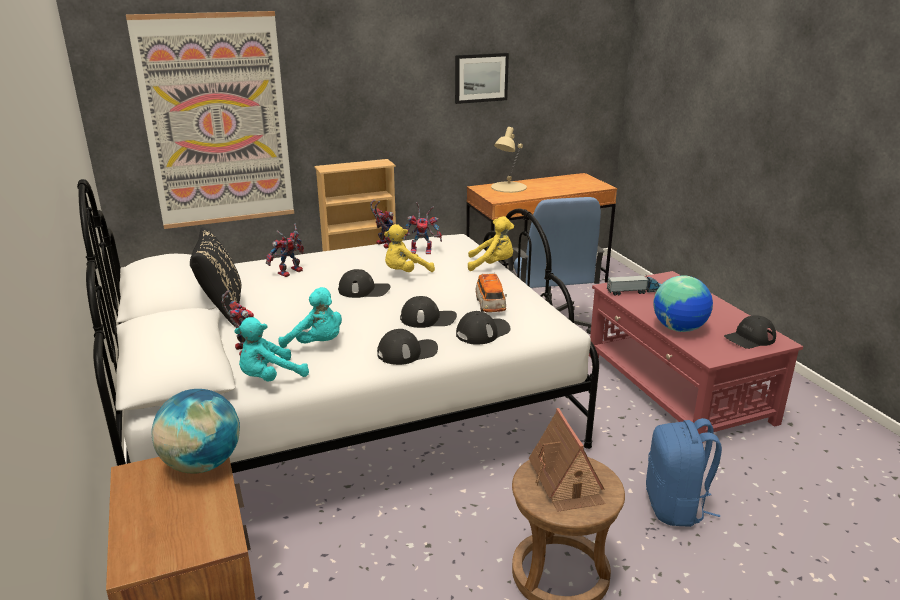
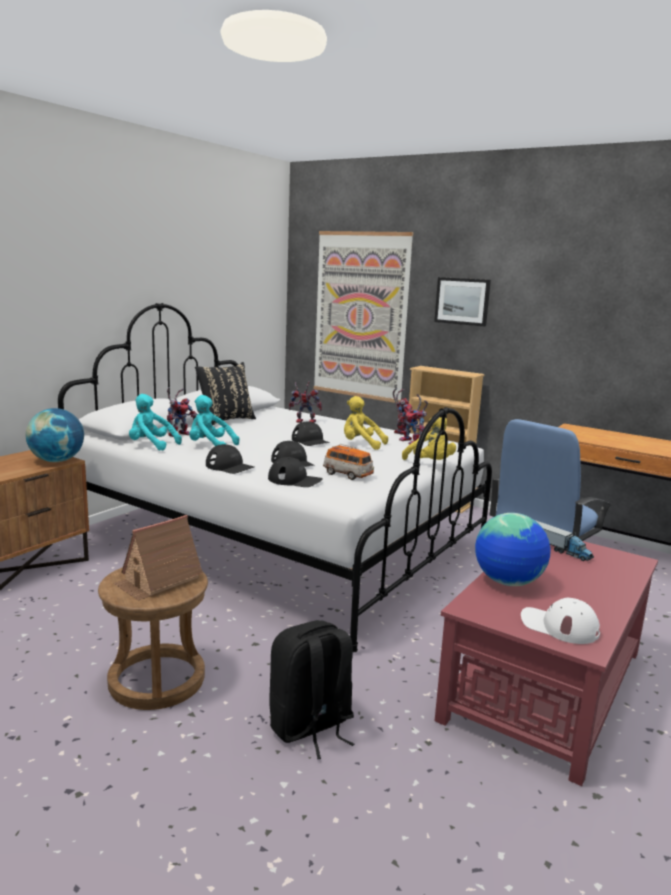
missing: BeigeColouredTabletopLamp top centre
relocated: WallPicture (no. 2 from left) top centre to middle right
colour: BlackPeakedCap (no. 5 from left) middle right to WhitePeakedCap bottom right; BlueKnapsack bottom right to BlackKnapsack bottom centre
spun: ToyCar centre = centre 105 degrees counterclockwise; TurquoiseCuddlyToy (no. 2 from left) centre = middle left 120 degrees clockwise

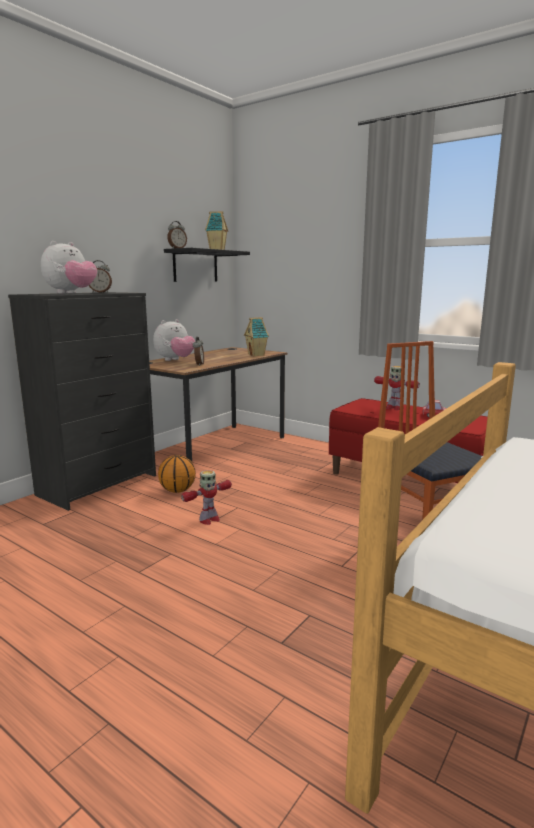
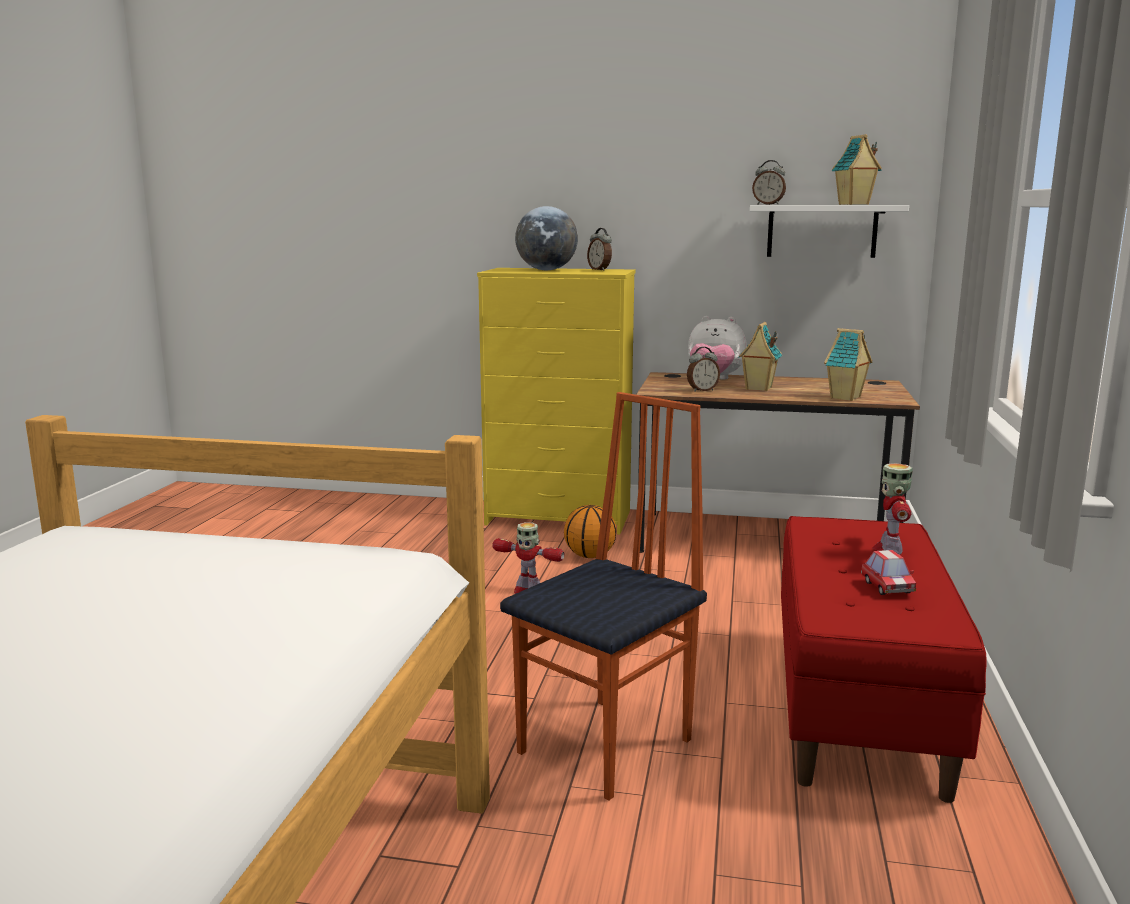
appeared: ModelHouse (no. 1 from left) middle right
exchanged: CuddlyToy (no. 1 from left) top left to DeskGlobe top centre
colour: BlackBracketShelf top centre to WhiteBracketShelf top right; BlackChestOfDrawers middle left to YellowColouredChestOfDrawers centre

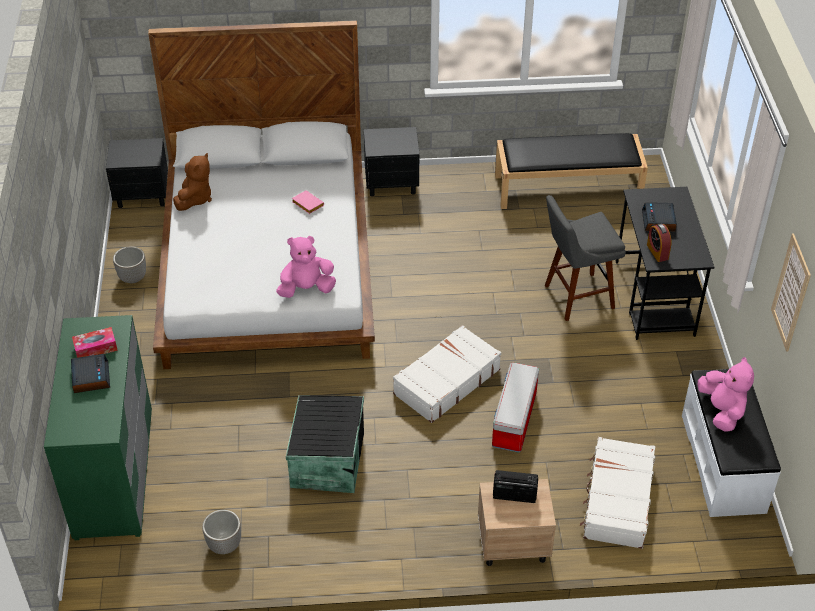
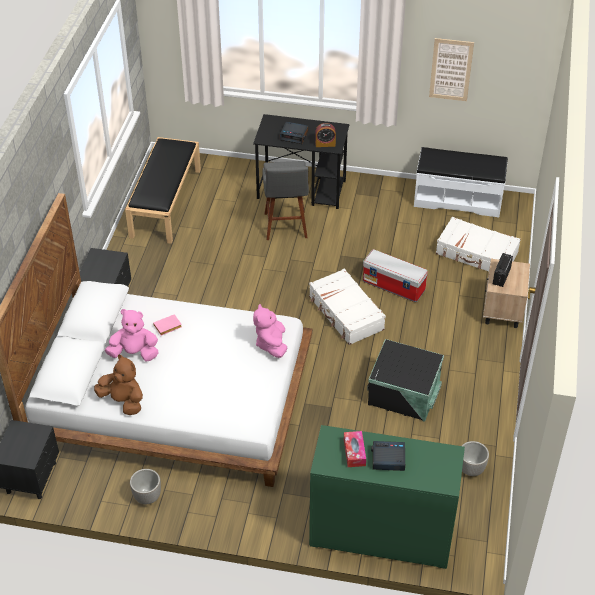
relocated: PinkishCuddlyToy (no. 2 from left in the first image) middle right to PinkishCuddlyToy (no. 1 from left) middle left

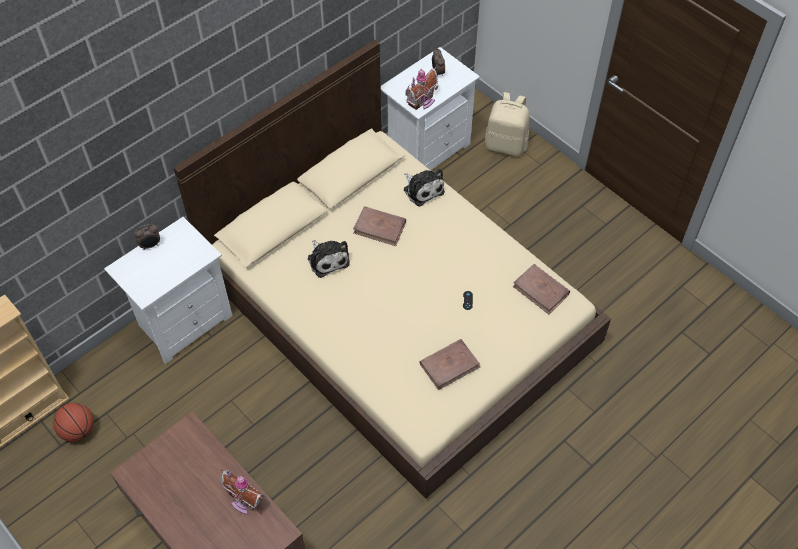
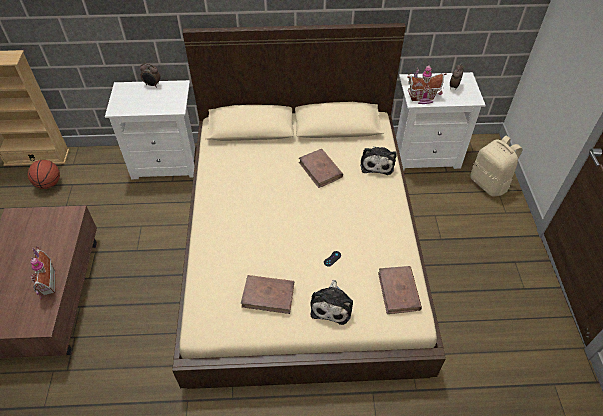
relocated: CuddlyToy (no. 1 from left) centre to bottom centre

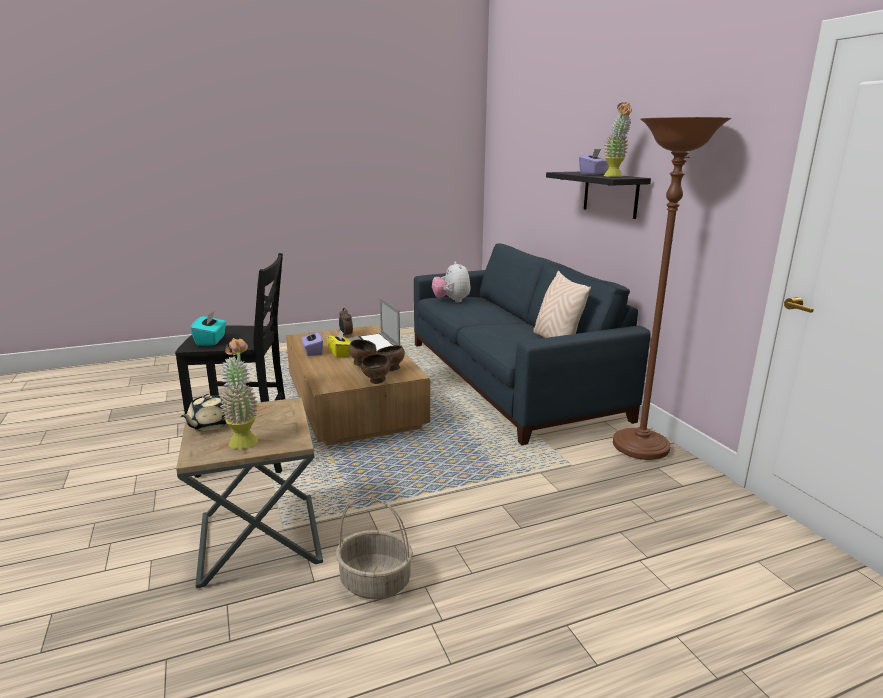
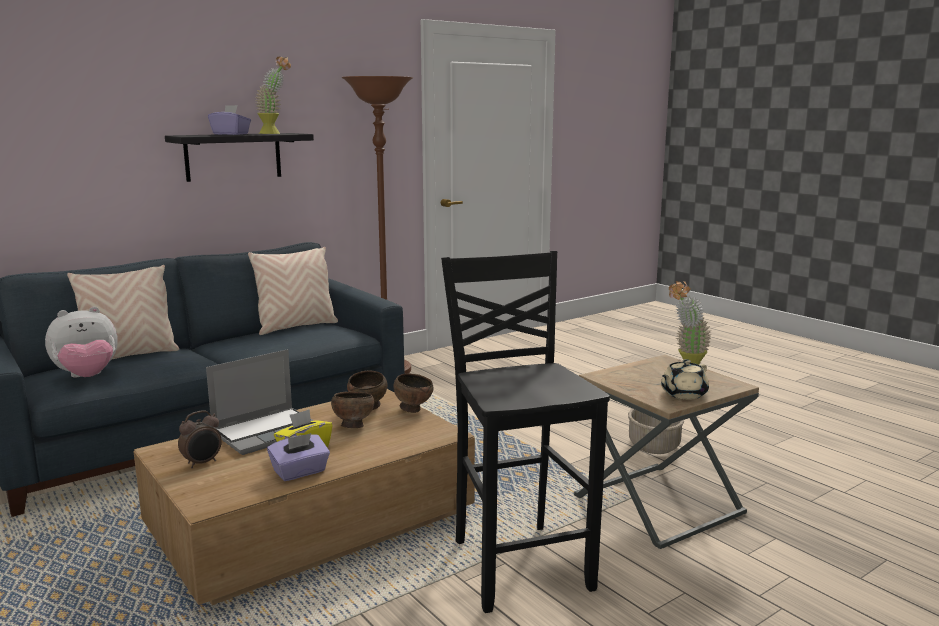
missing: TurquoiseTissueHolder middle left
appeared: BeigeColouredThrowPillow (no. 1 from left) middle left
spun: BeigeColouredTeapot middle left = middle right 135 degrees clockwise

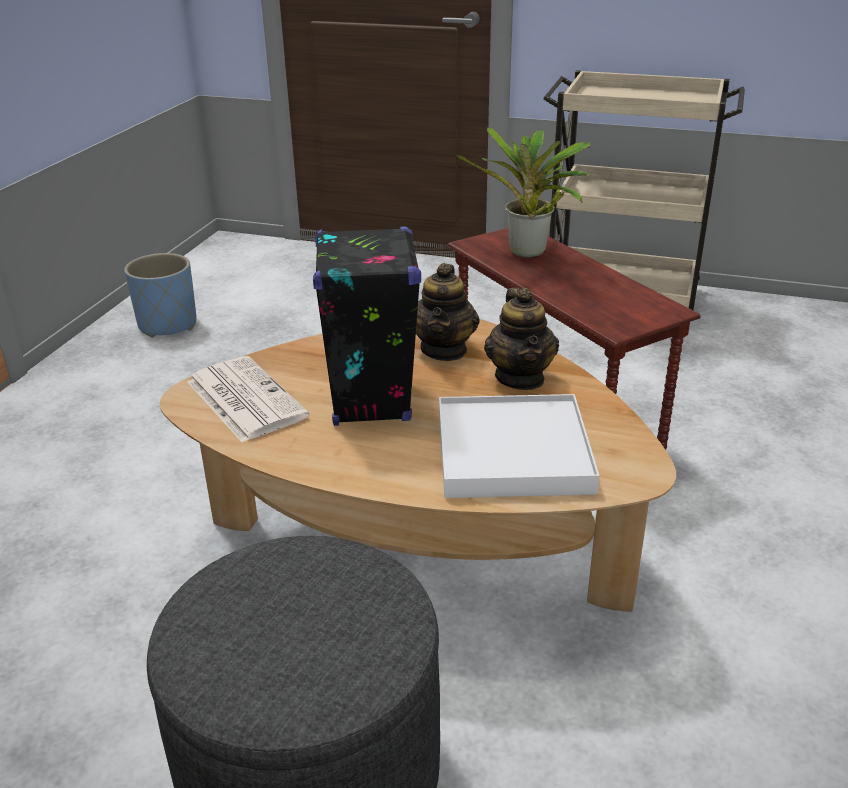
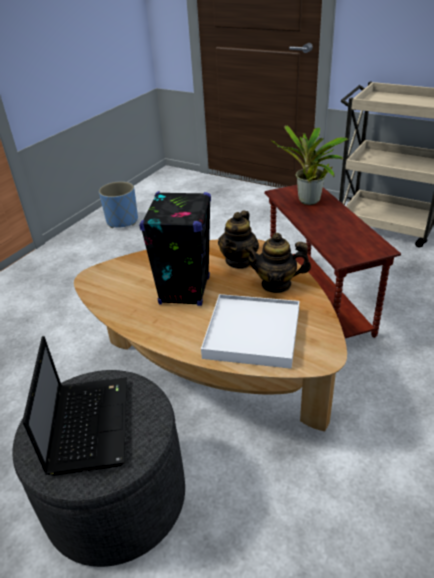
missing: Newspaper middle left
appeared: PortableComputer bottom left
spun: Teapot (no. 2 from left) centre = centre 90 degrees clockwise

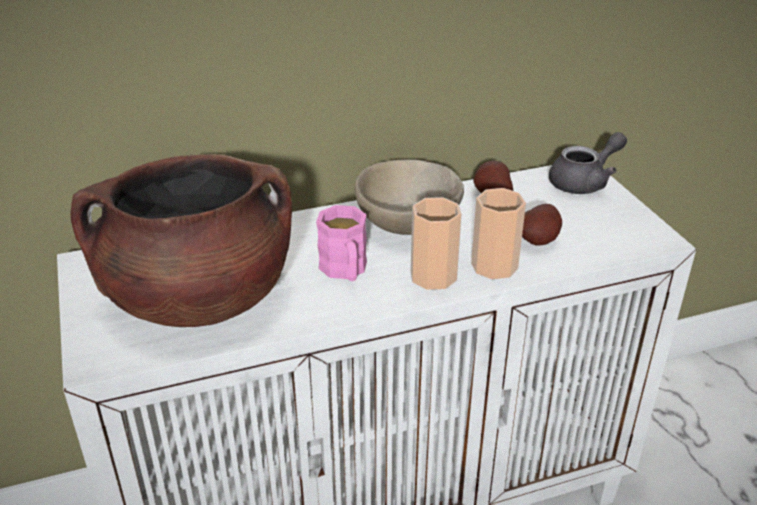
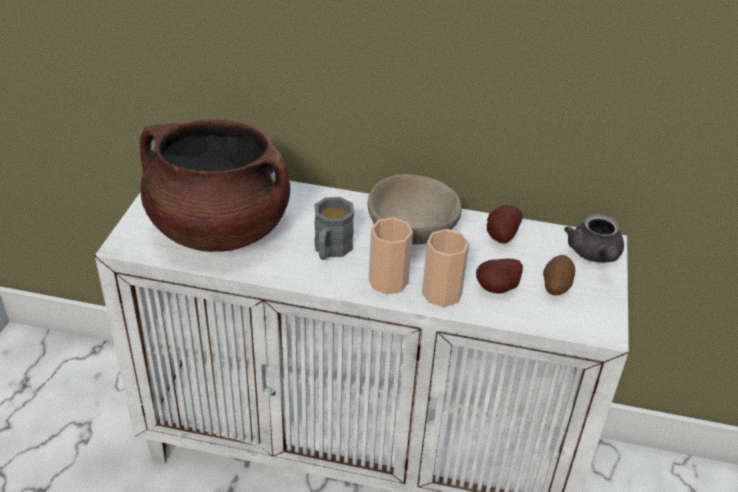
appeared: Potato (no. 3 from left) middle right
colour: PinkishMug centre to GreyMug centre
spun: GreyTeapot top right = middle right 90 degrees clockwise

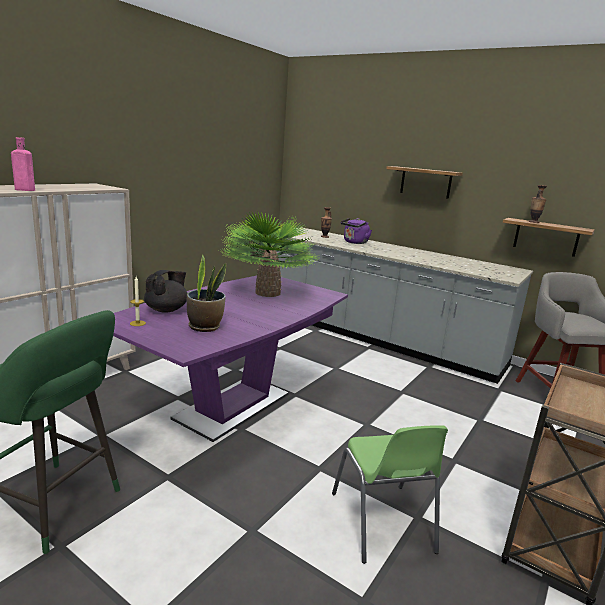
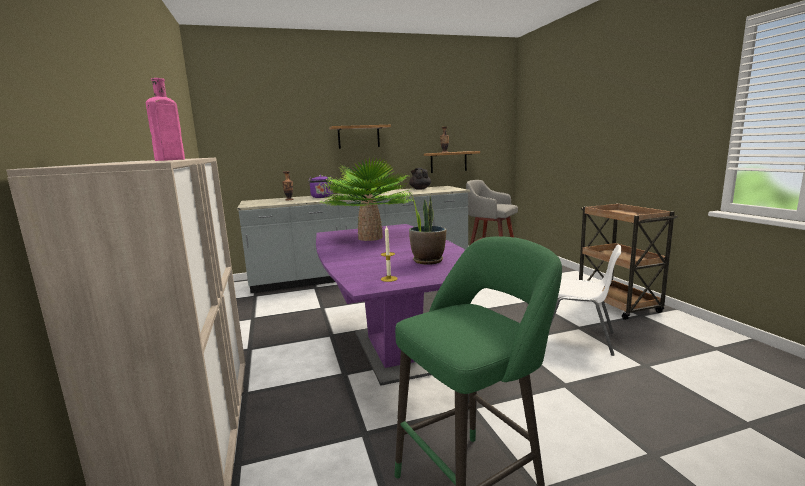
relocated: BlackTeapot middle left to centre
colour: GreenUprightChair bottom centre to WhiteUprightChair middle right

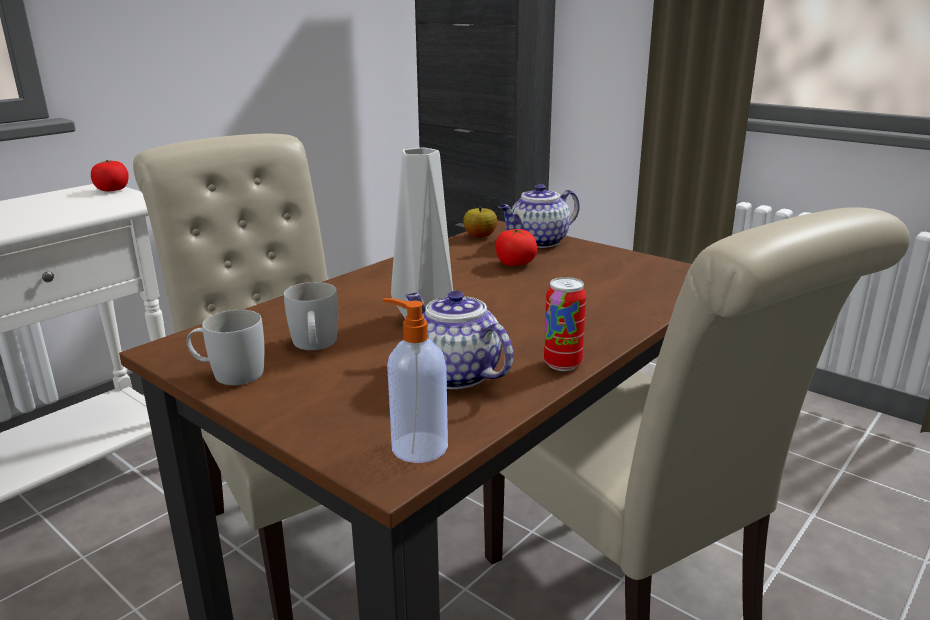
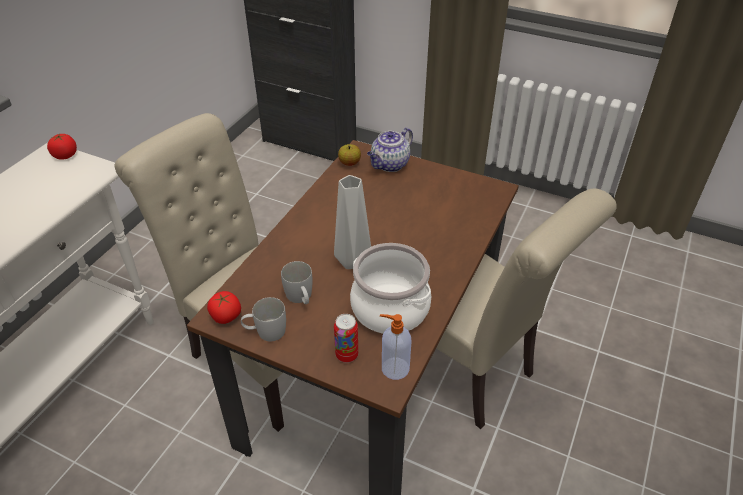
relocated: Tomato (no. 2 from left) centre to middle left; Can centre to bottom centre
exchanged: Teapot (no. 1 from left) centre to Stockpot centre

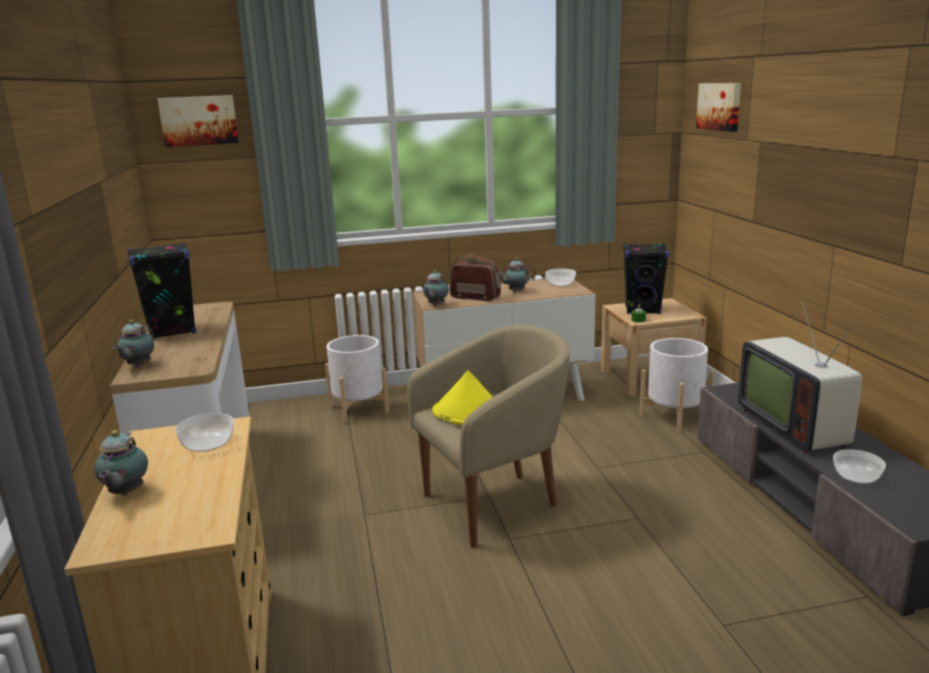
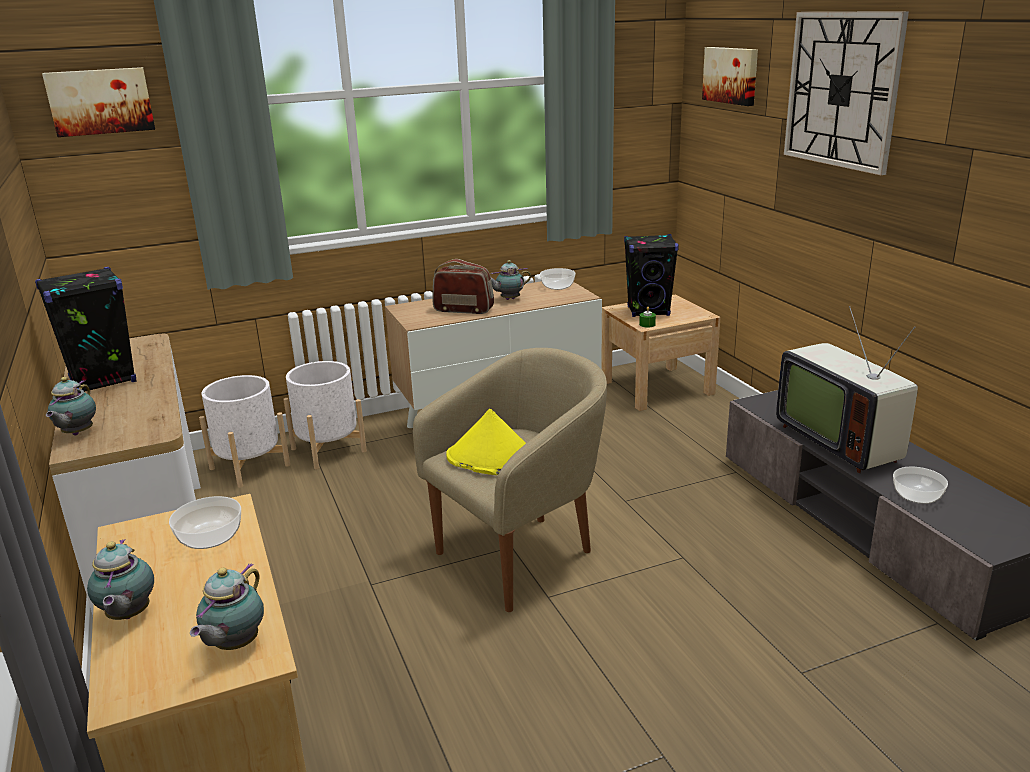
appeared: ClockOnTheWall top right
relocated: Teapot (no. 3 from left) centre to bottom left; WhiteFlowerPot (no. 2 from left in the first image) middle right to WhiteFlowerPot (no. 1 from left) middle left

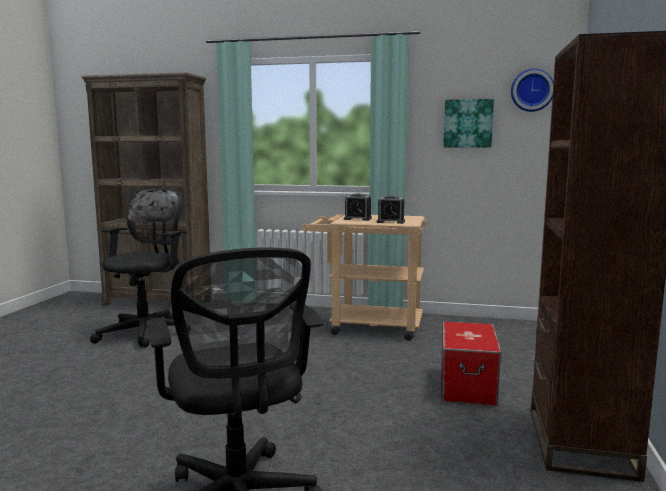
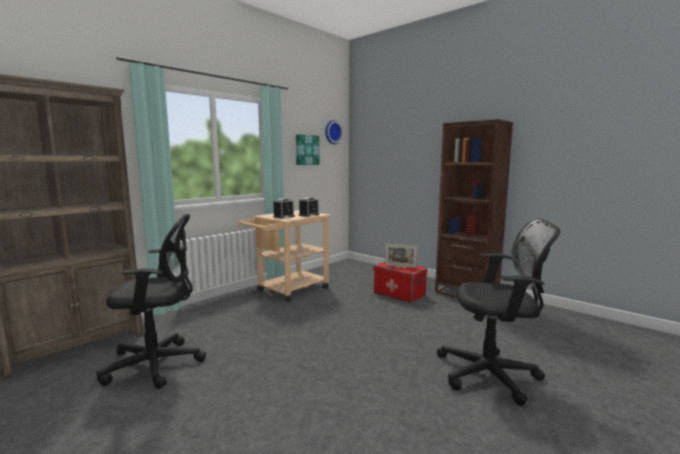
appeared: PhotoFrame centre
spun: BlackOfficeChair (no. 1 from left) middle left = middle left 120 degrees clockwise

